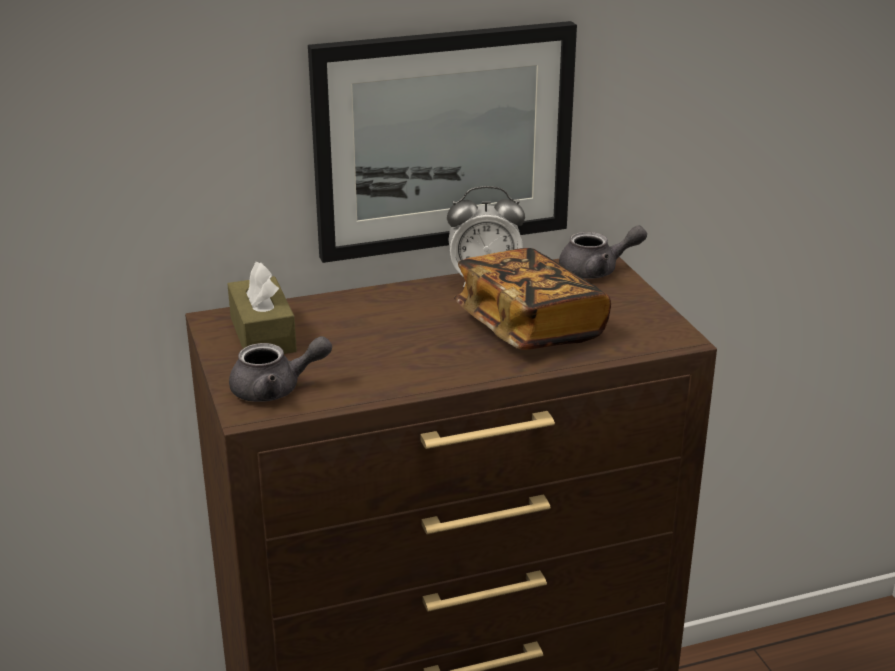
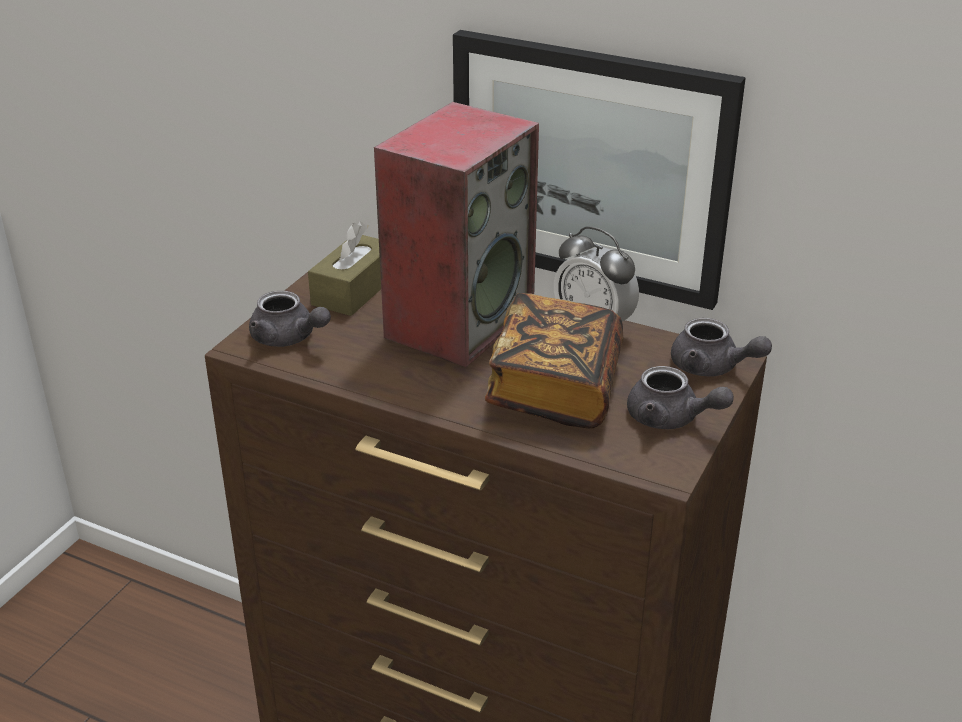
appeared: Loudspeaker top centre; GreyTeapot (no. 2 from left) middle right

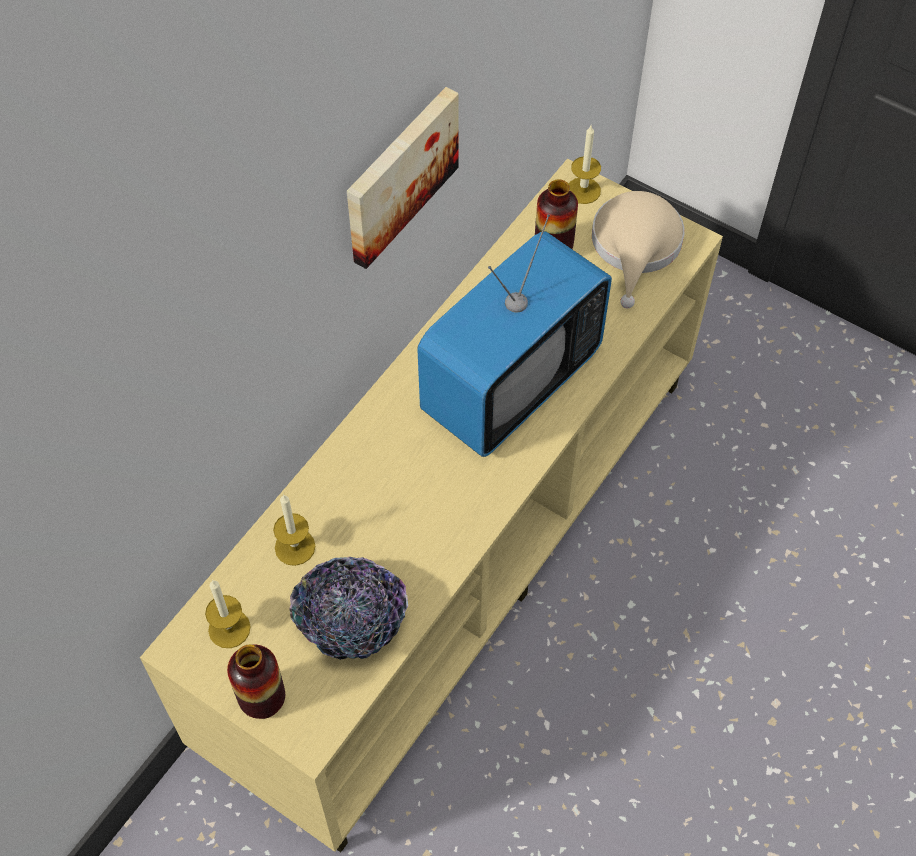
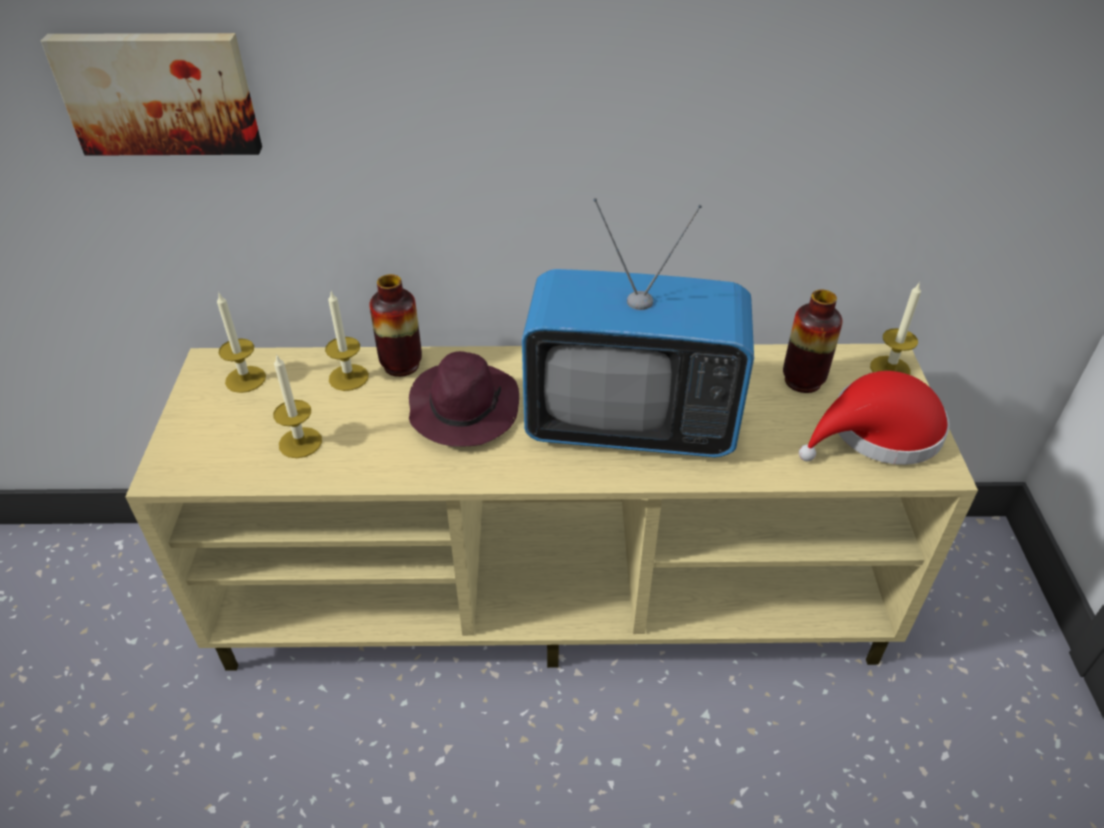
appeared: PurplishWearableHat centre
relocated: WallPicture top centre to top left; Vase (no. 1 from left) bottom left to centre
exchanged: ServingBowl bottom centre to WaxLight (no. 2 from left) middle left
colour: BeigeColouredWearableHat top right to ReddishWearableHat middle right

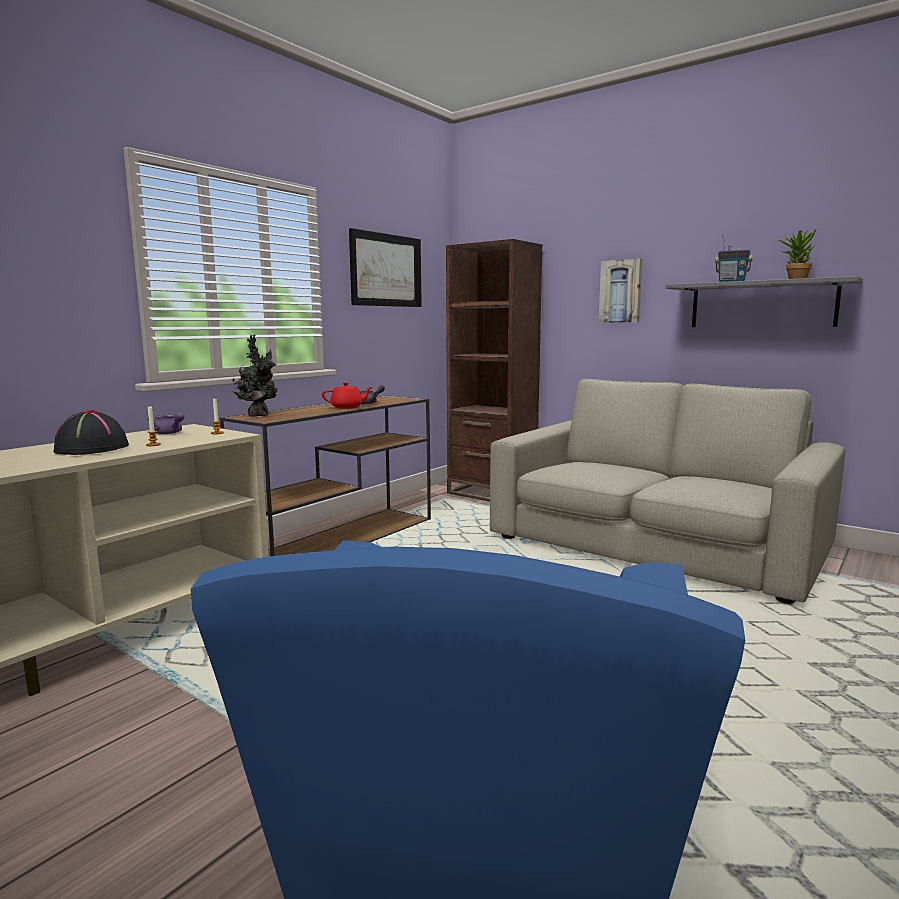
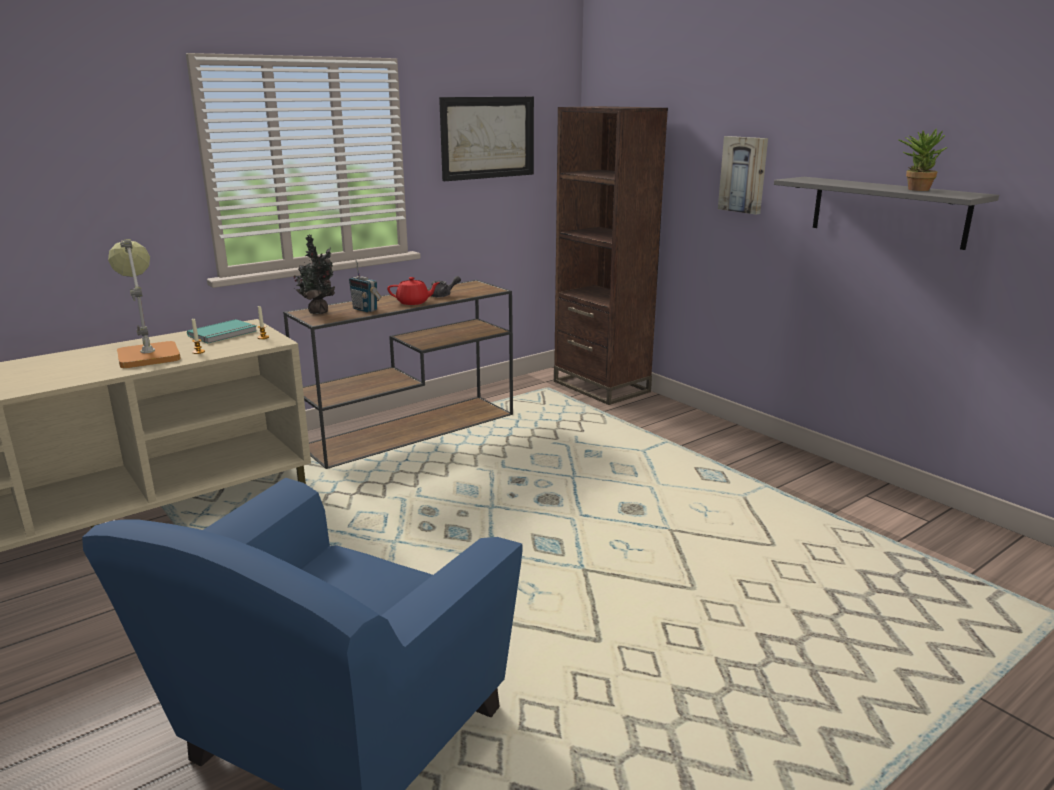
missing: BeigeColouredSettee middle right
relocated: Radio top right to centre
exchanged: BlackWearableHat middle left to TabletopLamp middle left; PurplishTeapot middle left to TurquoiseVolume middle left

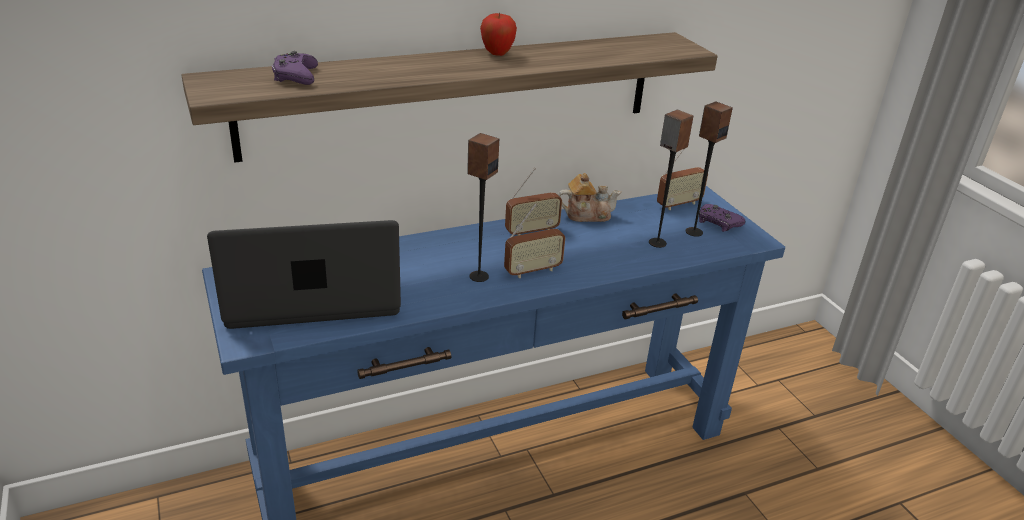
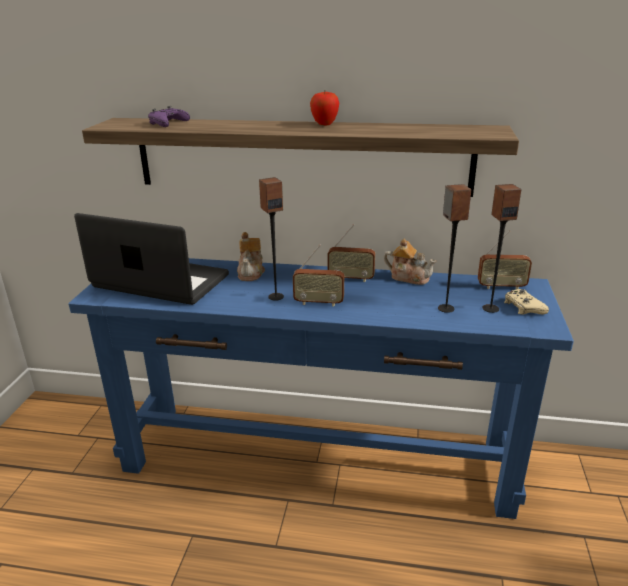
appeared: Teapot (no. 1 from left) centre
colour: PurplishGamepad (no. 2 from left) middle right to BeigeColouredGamepad middle right

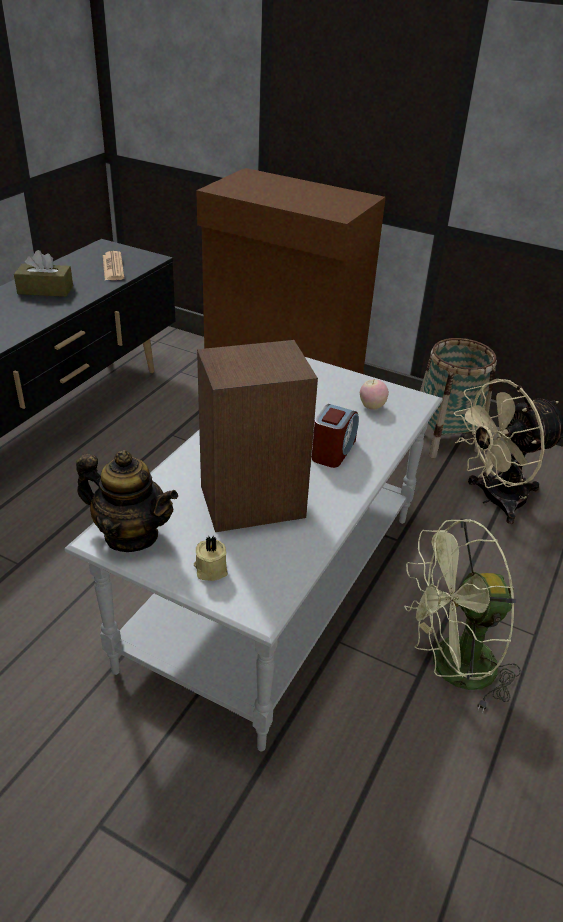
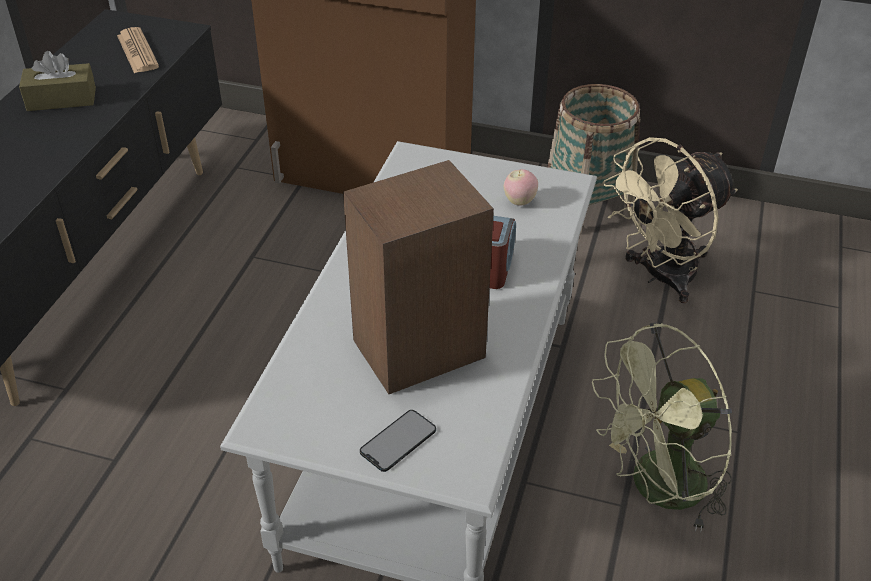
missing: Teapot middle left
exchanged: BeigeColouredWaxLight centre to Telephone bottom centre

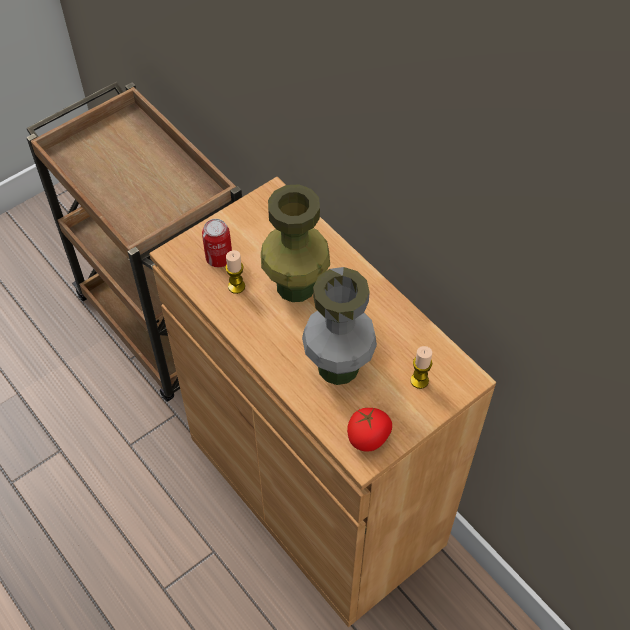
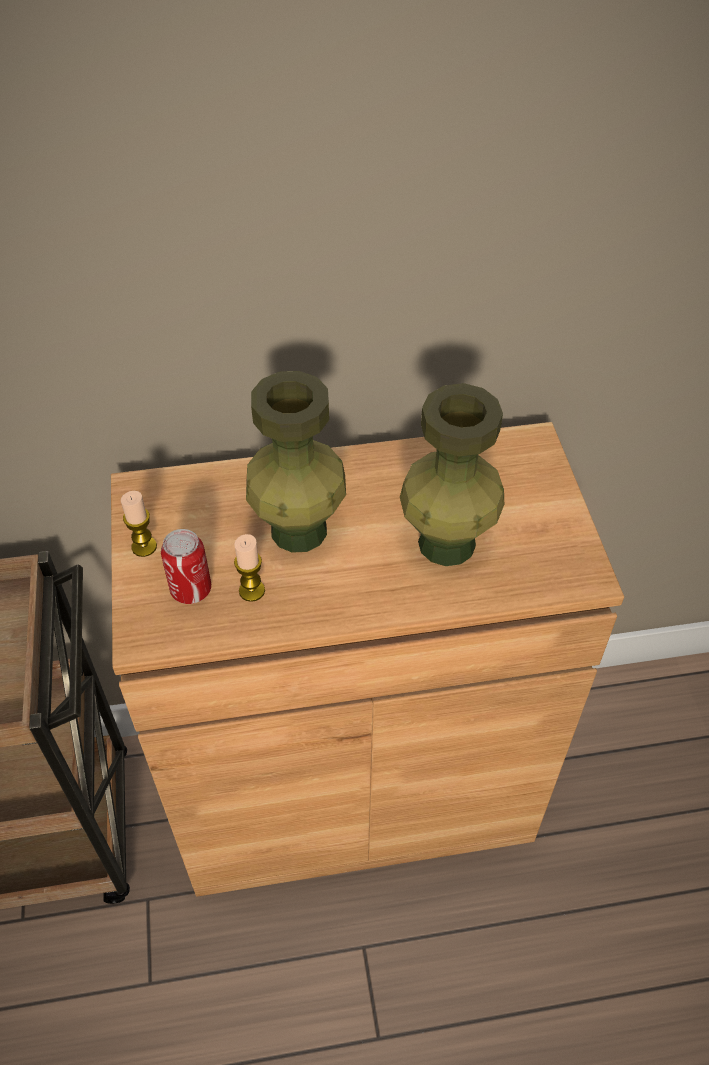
missing: Tomato bottom centre
relocated: WaxLight (no. 2 from left in the first image) middle right to WaxLight (no. 1 from left) middle left
colour: GreyVase centre to GreenVase (no. 2 from left) centre

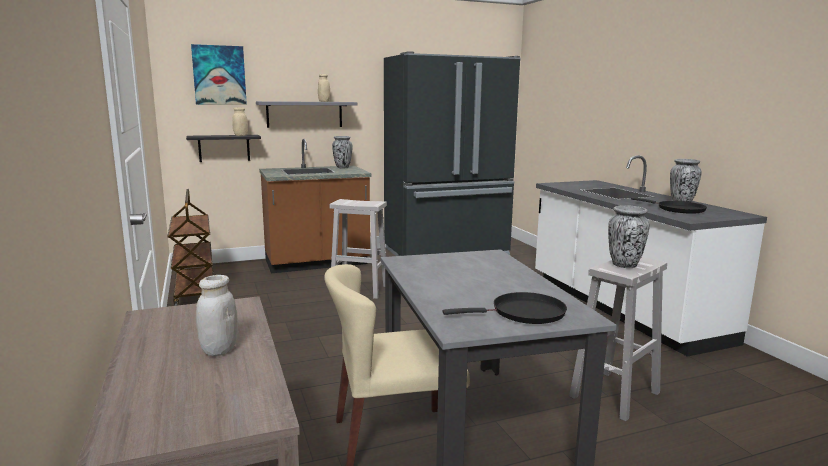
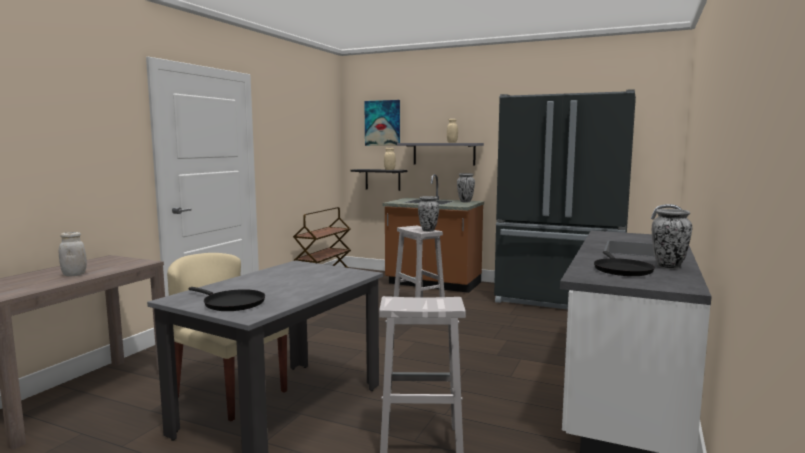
relocated: Vase (no. 2 from left in the first image) middle right to Vase (no. 1 from left) centre

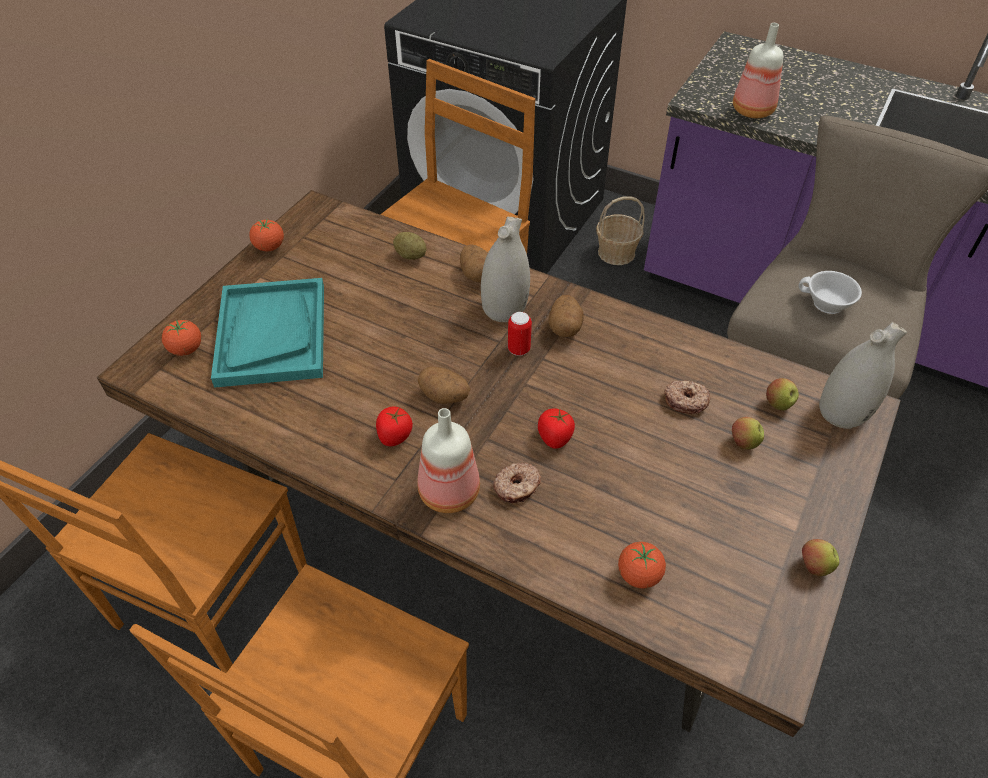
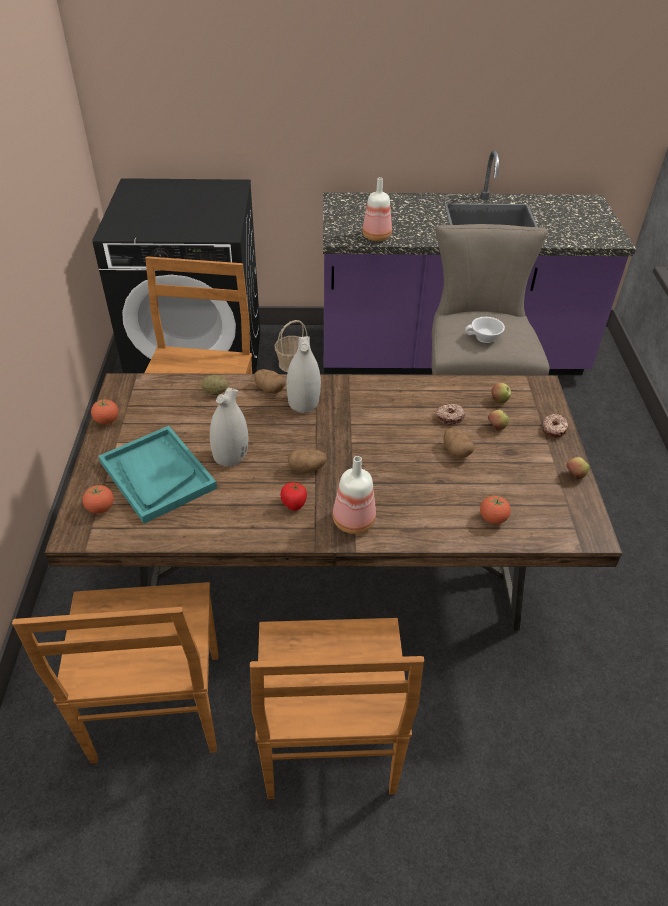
missing: Can centre; Tomato (no. 4 from left) centre
relocated: Potato (no. 4 from left) centre to middle right; WhiteVase (no. 2 from left in the first image) middle right to WhiteVase (no. 1 from left) centre; Doughnut (no. 1 from left in the first image) centre to Doughnut (no. 2 from left) middle right

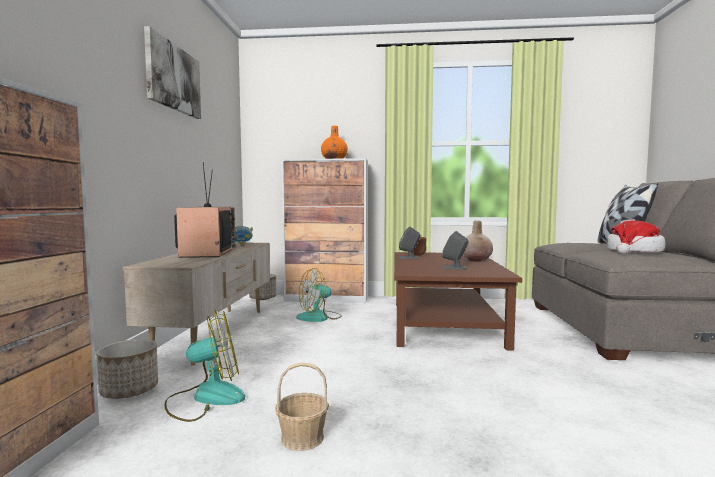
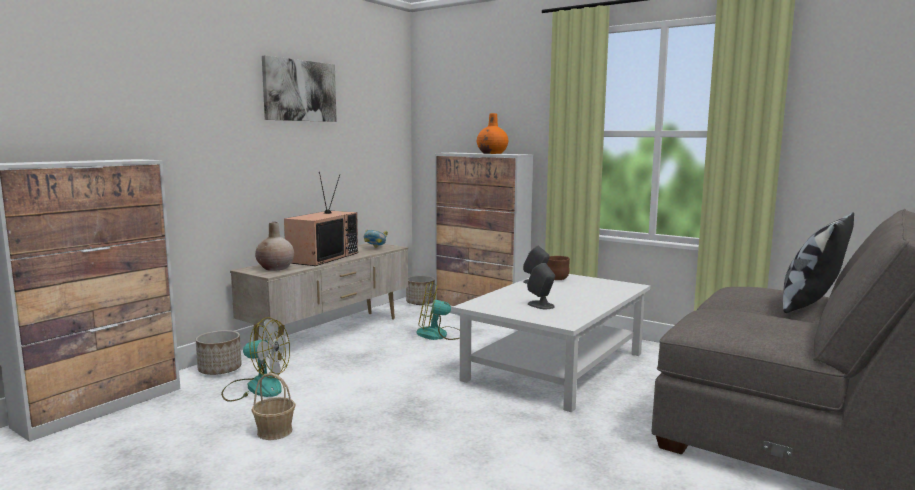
missing: WearableHat middle right
relocated: BeigeColouredVase middle right to middle left
colour: BrownColouredCoffeeTable centre to WhiteCoffeeTable bottom centre

